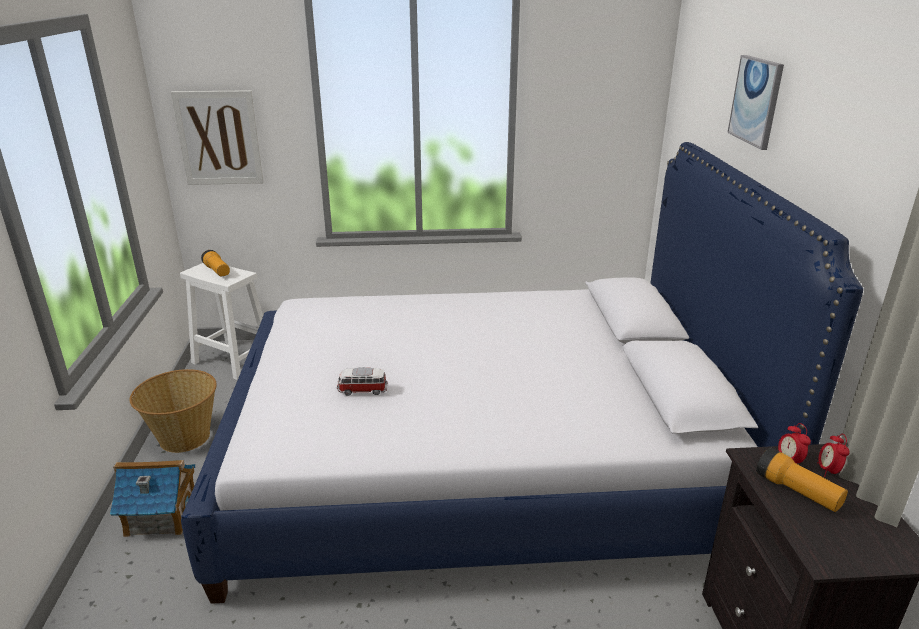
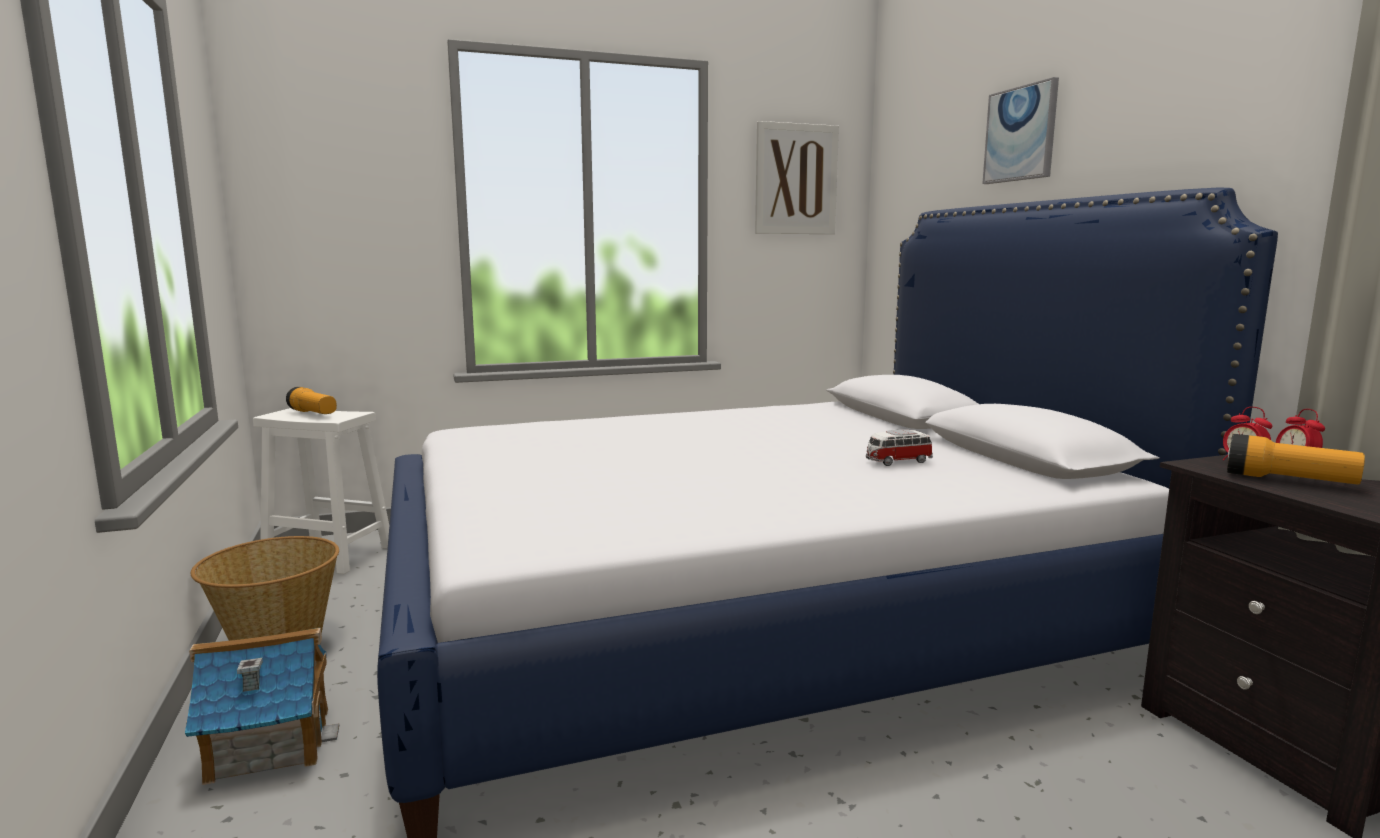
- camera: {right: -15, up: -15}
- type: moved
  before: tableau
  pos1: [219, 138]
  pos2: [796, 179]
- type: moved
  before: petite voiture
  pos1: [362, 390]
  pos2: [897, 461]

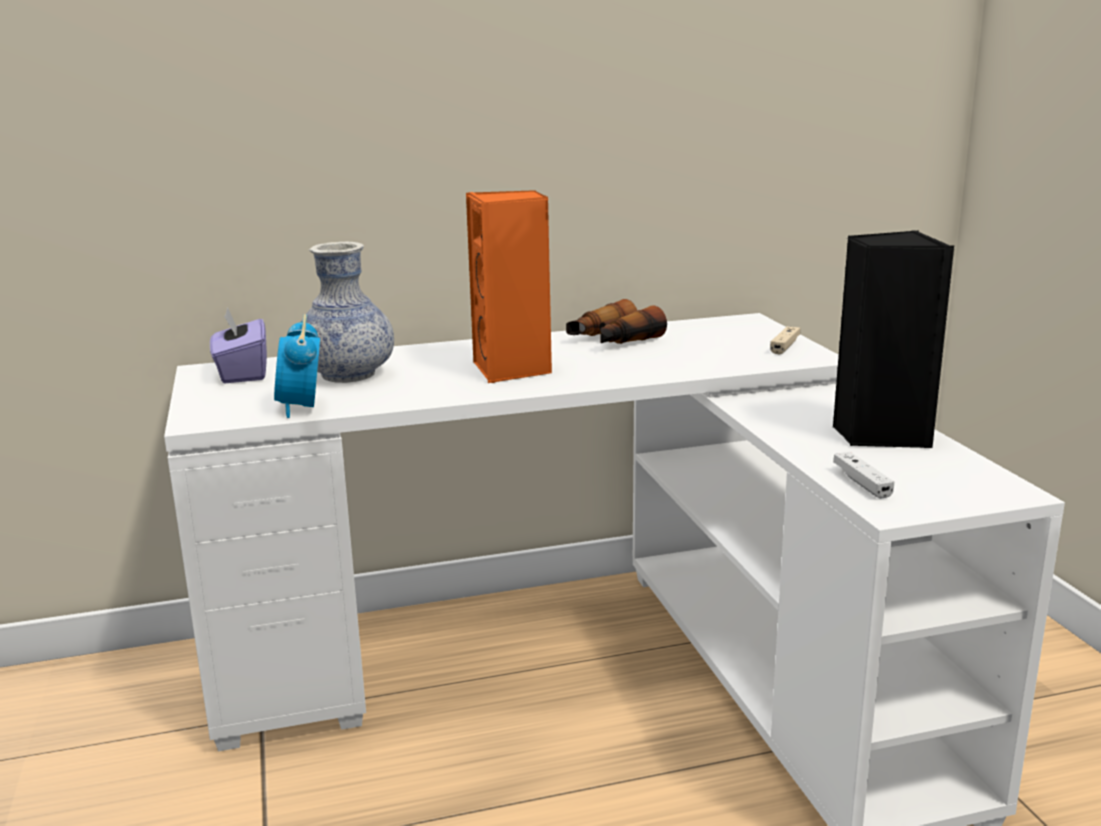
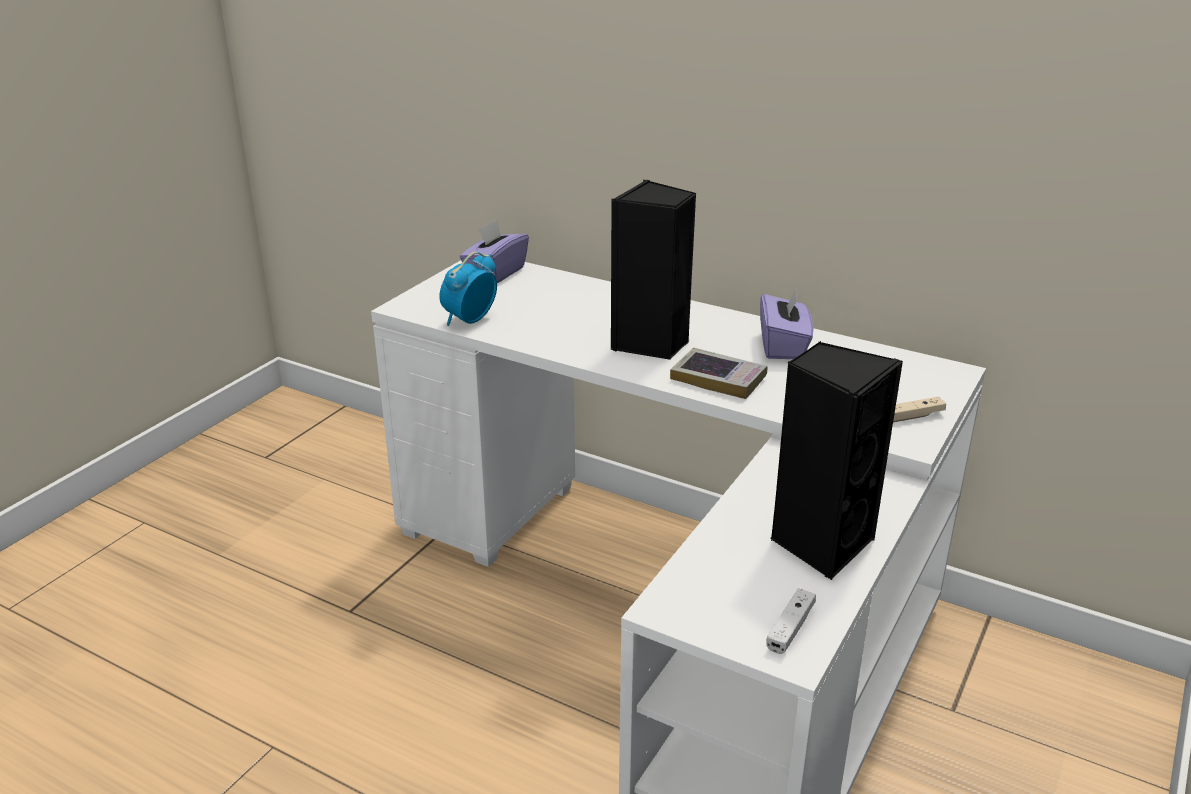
- camera: {right: 45, up: 10}
- type: recoloured
  before: enceinte (orange)
  after: enceinte (noir)
  pos1: [512, 370]
  pos2: [651, 344]
- type: removed
  before: vase
  pos1: [348, 375]
- type: replaced
  before: jumelles
  after: boîte à mouchoirs (violet)
  pos1: [612, 341]
  pos2: [783, 346]
- type: moved
  before: manette (blanc)
  pos1: [861, 483]
  pos2: [790, 628]
- type: added
  after: livre
  pos2: [718, 379]

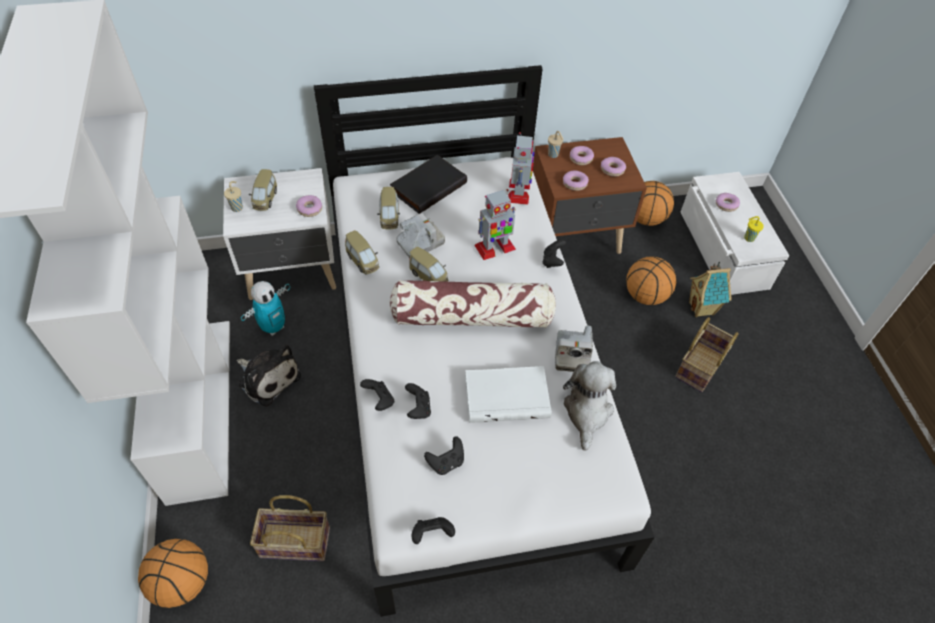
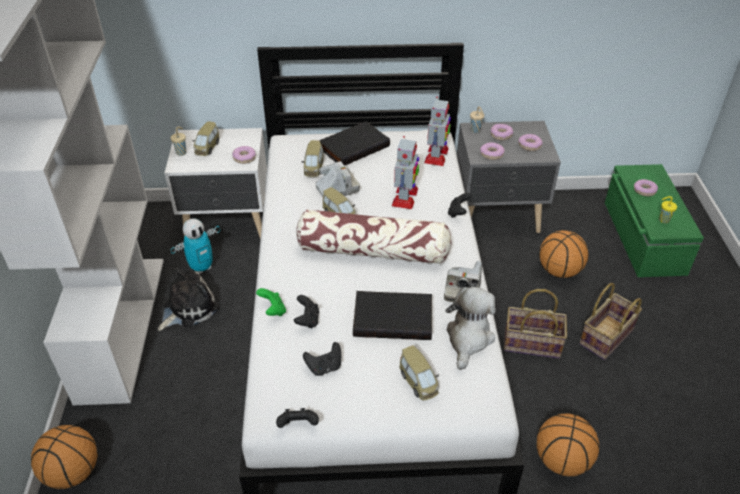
- camera: {right: 10, up: -10}
- type: recoloured
  before: table de chevet (marron)
  after: table de chevet (gris)
  pos1: [576, 238]
  pos2: [498, 217]
- type: recoloured
  before: boîte de rangement (blanc)
  after: boîte de rangement (vert)
  pos1: [722, 249]
  pos2: [642, 237]
- type: moved
  before: ballon de basket
  pos1: [645, 219]
  pos2: [561, 461]
- type: turned
  before: robot jouet
  pos1: [494, 247]
  pos2: [405, 197]
  turn: -60
- type: moved
  before: petite voiture
  pos1: [363, 261]
  pos2: [418, 382]
- type: removed
  before: maison miniature
  pos1: [702, 308]
- type: turned
  before: peluche
  pos1: [268, 378]
  pos2: [188, 308]
  turn: -90
- type: recoloured
  before: livre (blanc)
  after: livre (noir)
  pos1: [507, 395]
  pos2: [393, 317]
- type: recoloured
  before: manette (noir)
  after: manette (vert)
  pos1: [379, 400]
  pos2: [273, 310]
- type: moved
  before: panier
  pos1: [293, 544]
  pos2: [530, 344]

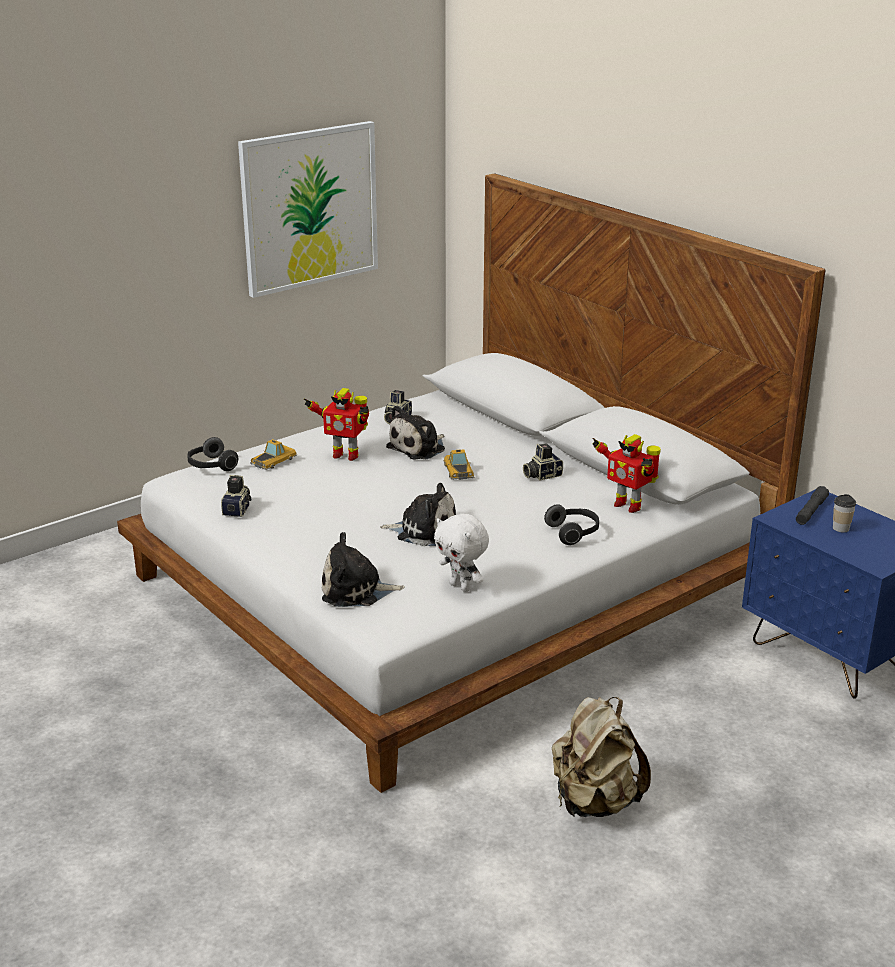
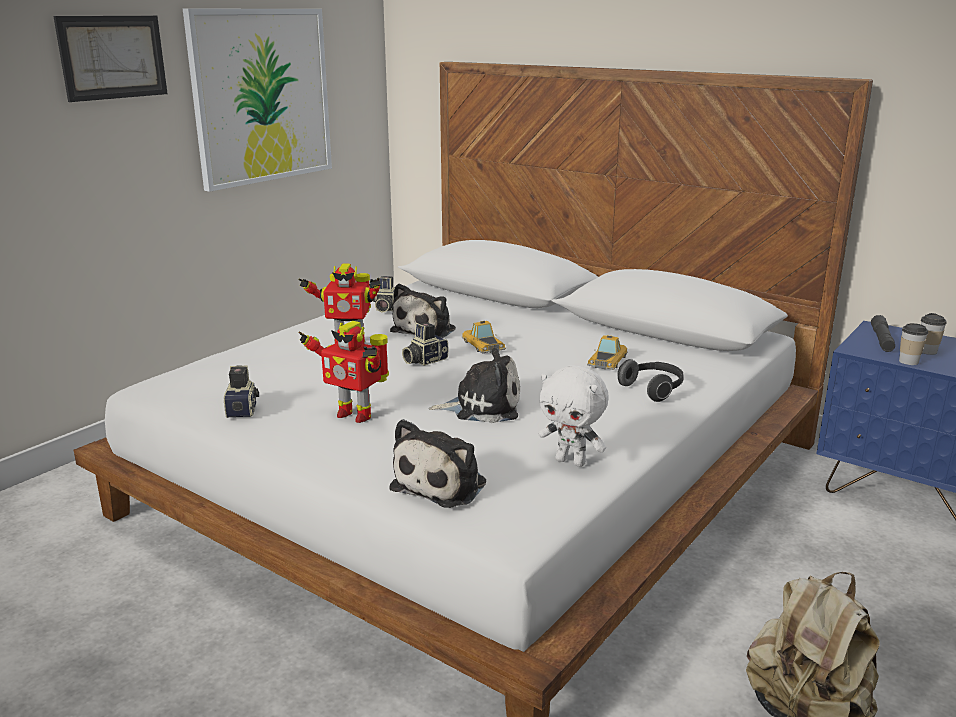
- camera: {right: -15, up: -5}
- type: moved
  before: robot jouet
  pos1: [628, 505]
  pos2: [354, 414]
- type: removed
  before: casque audio
  pos1: [211, 466]
- type: moved
  before: petite voiture
  pos1: [274, 460]
  pos2: [608, 360]
- type: moved
  before: appareil photo
  pos1: [541, 475]
  pos2: [424, 360]
- type: turned
  before: peluche
  pos1: [356, 591]
  pos2: [443, 484]
  turn: -45
- type: added
  after: tableau
  pos2: [112, 57]
- type: added
  after: tasse
  pos2: [908, 361]

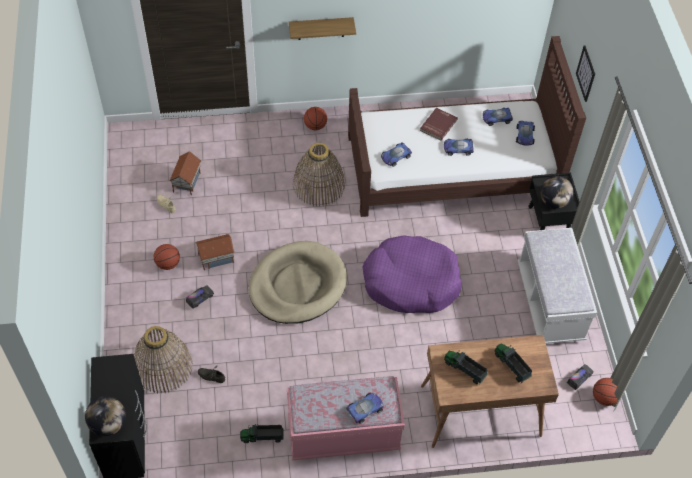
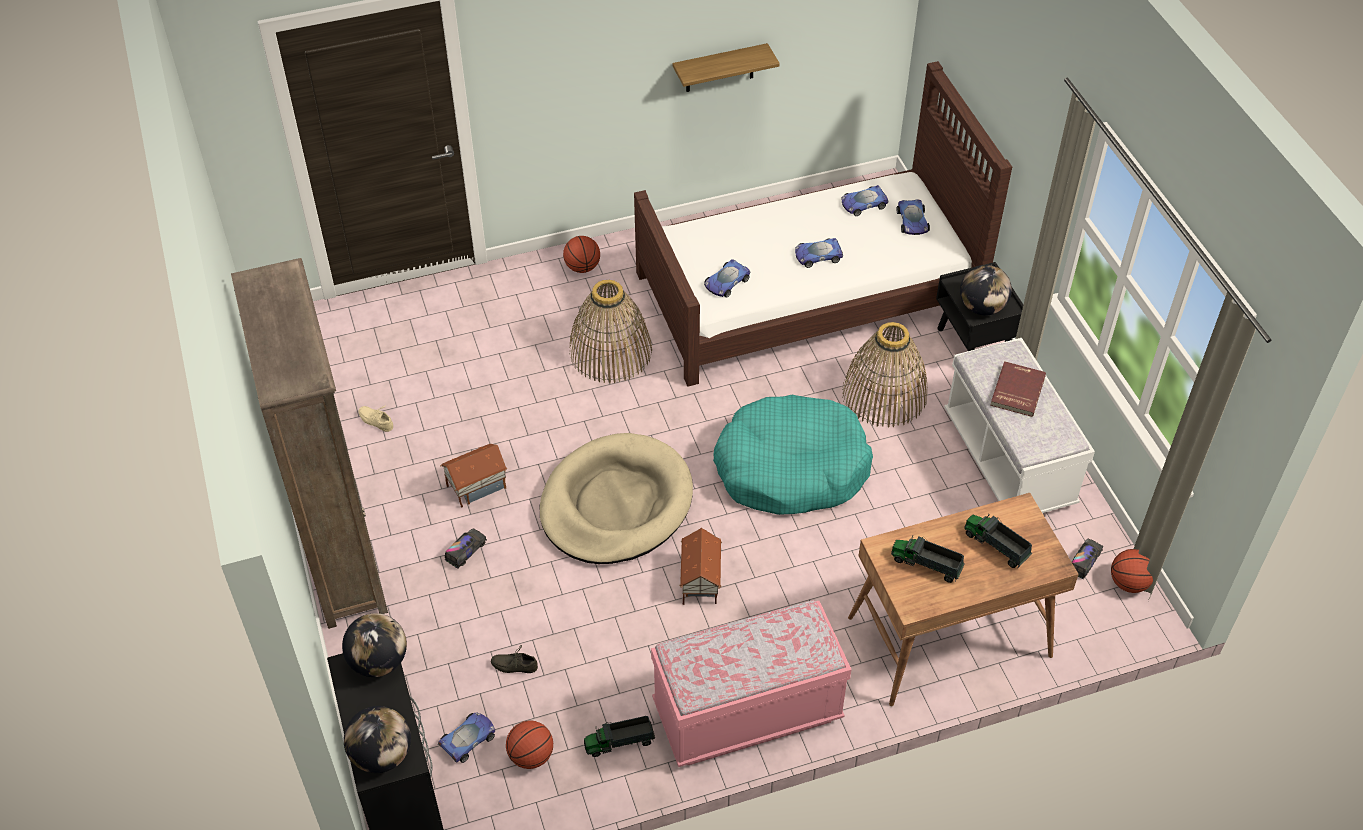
- camera: {right: -10, up: -5}
- type: moved
  before: étagère
  pos1: [321, 28]
  pos2: [720, 68]
- type: removed
  before: tableau
  pos1: [586, 73]
- type: moved
  before: livre (rouge)
  pos1: [438, 125]
  pos2: [1016, 390]
- type: moved
  before: maison miniature
  pos1: [186, 182]
  pos2: [699, 582]
- type: recoloured
  before: panier pour chien (violet)
  after: panier pour chien (turquoise)
  pos1: [411, 282]
  pos2: [791, 468]
- type: moved
  before: ballon de basket
  pos1: [168, 264]
  pos2: [531, 756]
- type: moved
  before: panier
  pos1: [163, 367]
  pos2: [884, 395]
- type: moved
  before: petite voiture
  pos1: [365, 409]
  pos2: [468, 739]
- type: added
  after: bibliothèque (marron)
  pos2: [343, 558]
- type: added
  after: globe
  pos2: [379, 661]

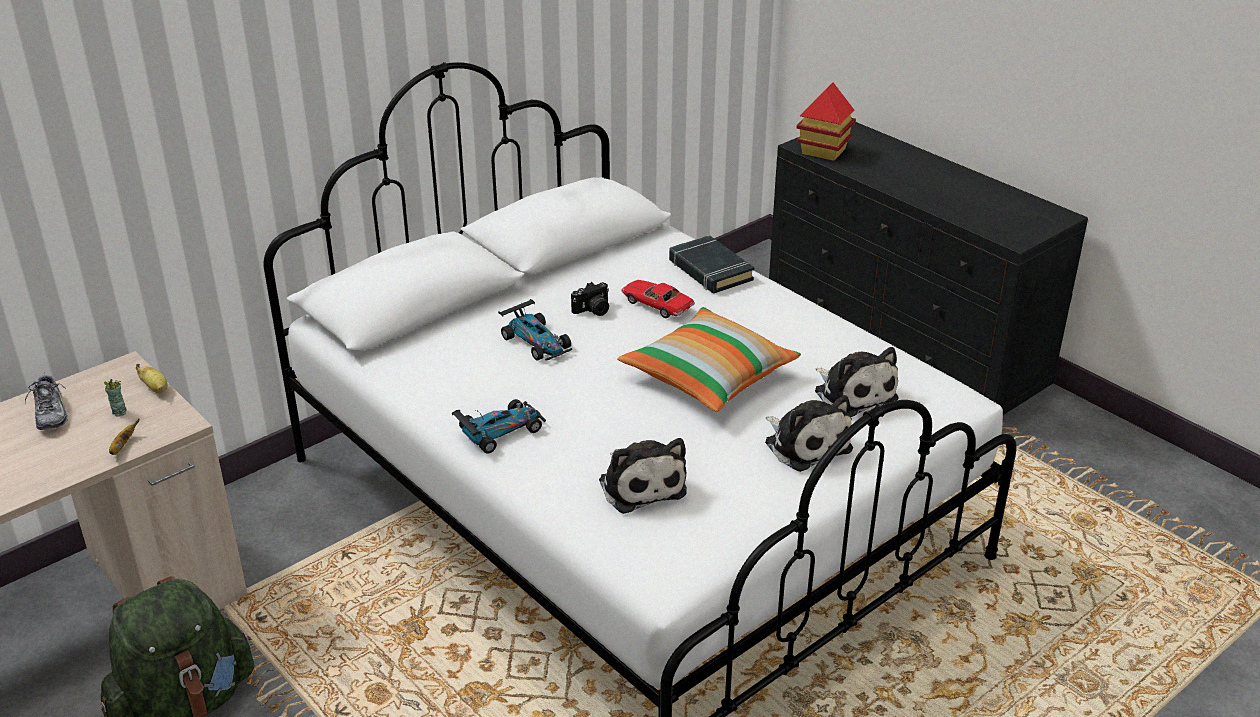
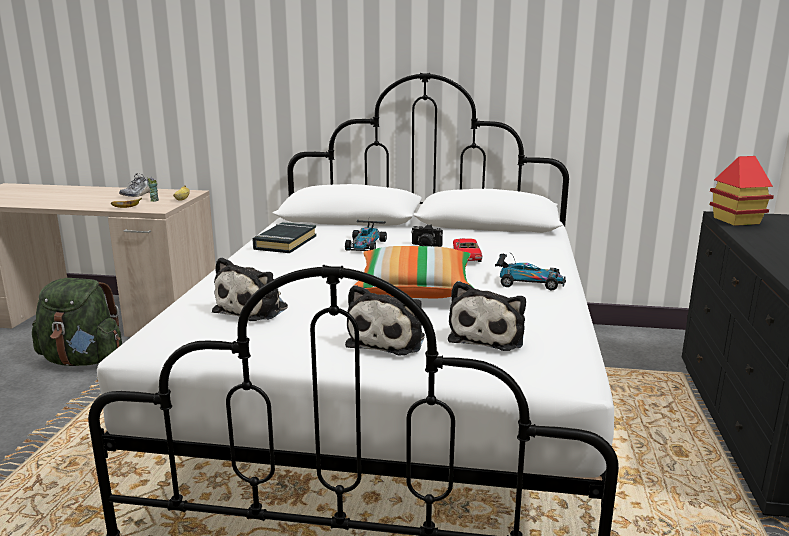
- camera: {right: 50, up: -15}
- type: moved
  before: livre (noir)
  pos1: [710, 270]
  pos2: [285, 242]
- type: moved
  before: petite voiture
  pos1: [500, 431]
  pos2: [529, 282]

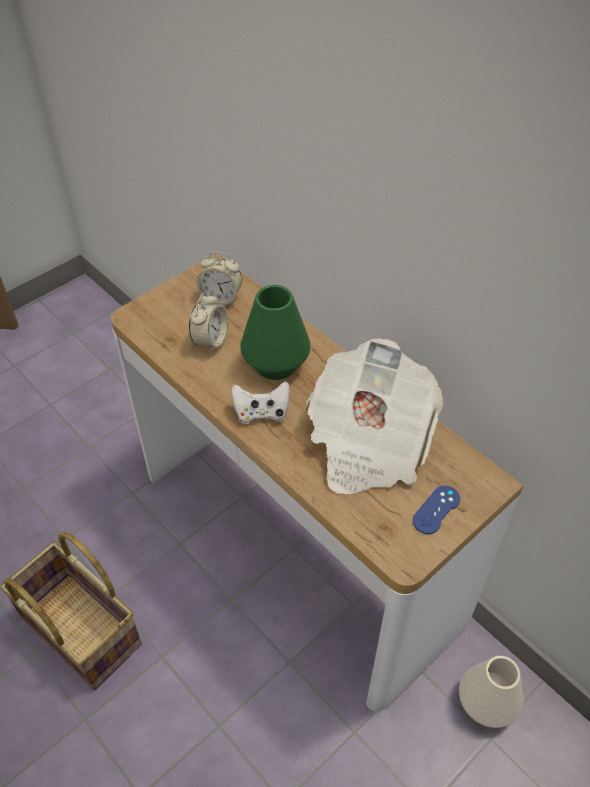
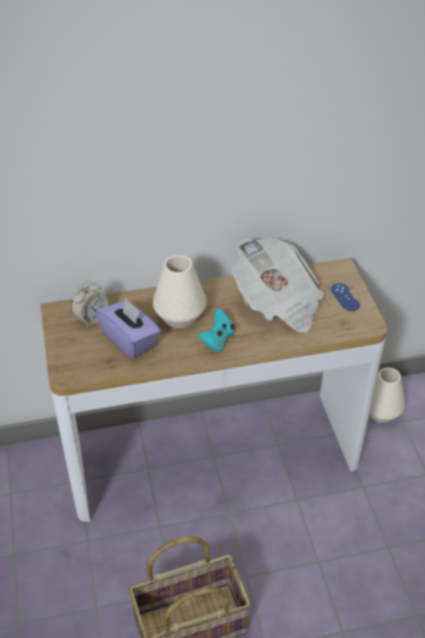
- camera: {right: -60, up: -5}
- type: recoloured
  before: vase (vert)
  after: vase (blanc)
  pos1: [275, 364]
  pos2: [180, 317]
- type: replaced
  before: réveil
  after: boîte à mouchoirs (violet)
  pos1: [210, 341]
  pos2: [130, 340]
- type: recoloured
  before: manette (blanc)
  after: manette (turquoise)
  pos1: [261, 413]
  pos2: [217, 340]

